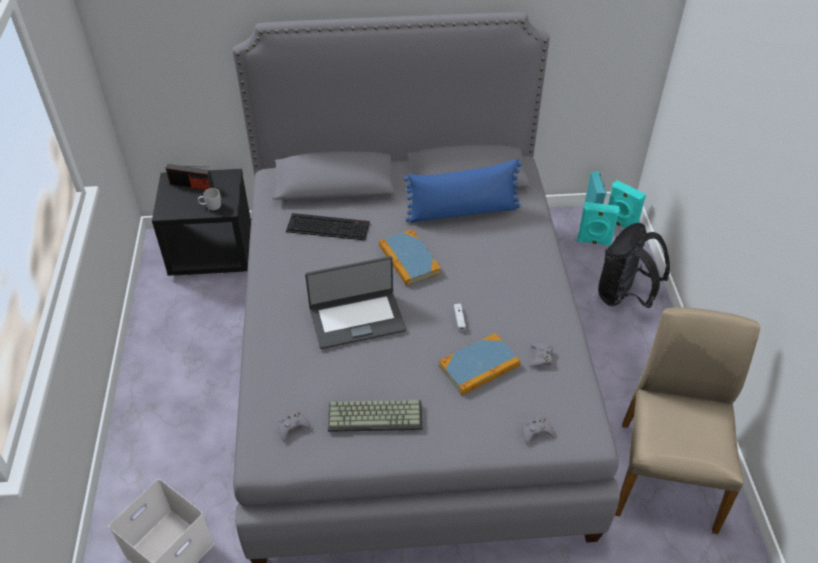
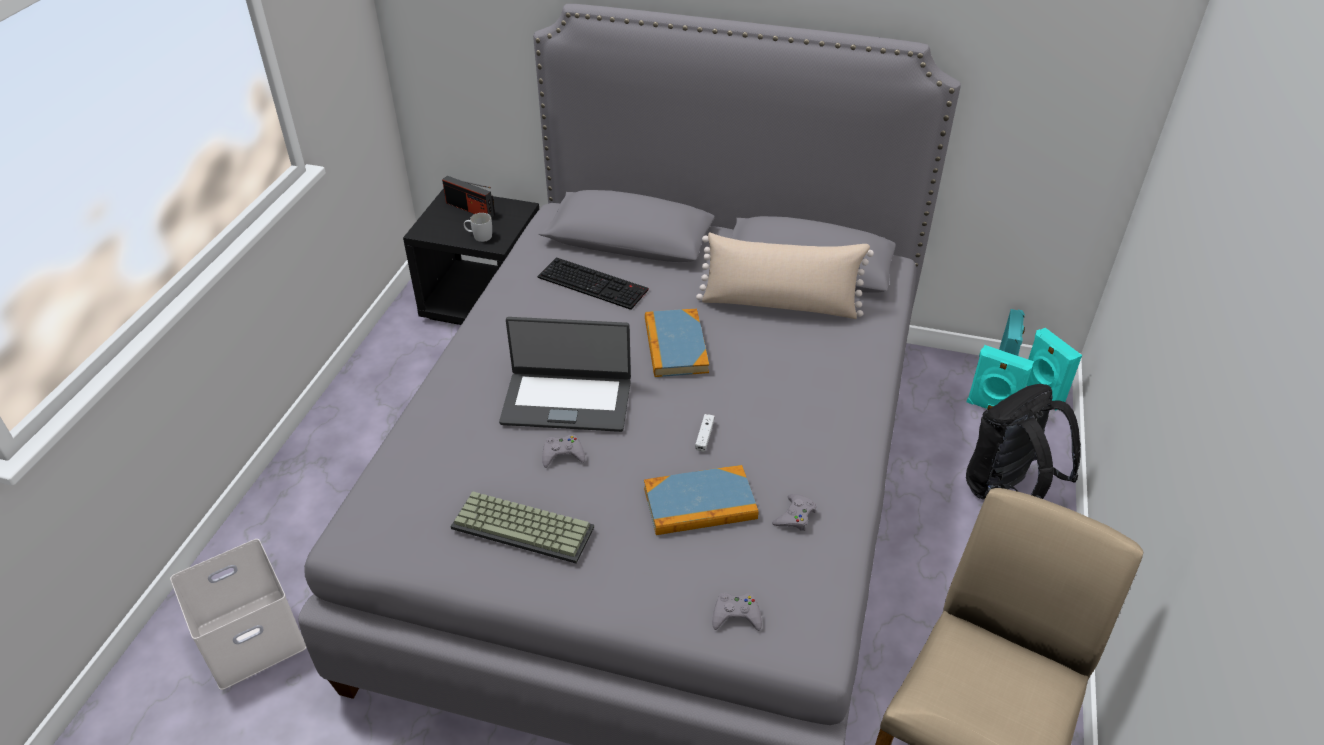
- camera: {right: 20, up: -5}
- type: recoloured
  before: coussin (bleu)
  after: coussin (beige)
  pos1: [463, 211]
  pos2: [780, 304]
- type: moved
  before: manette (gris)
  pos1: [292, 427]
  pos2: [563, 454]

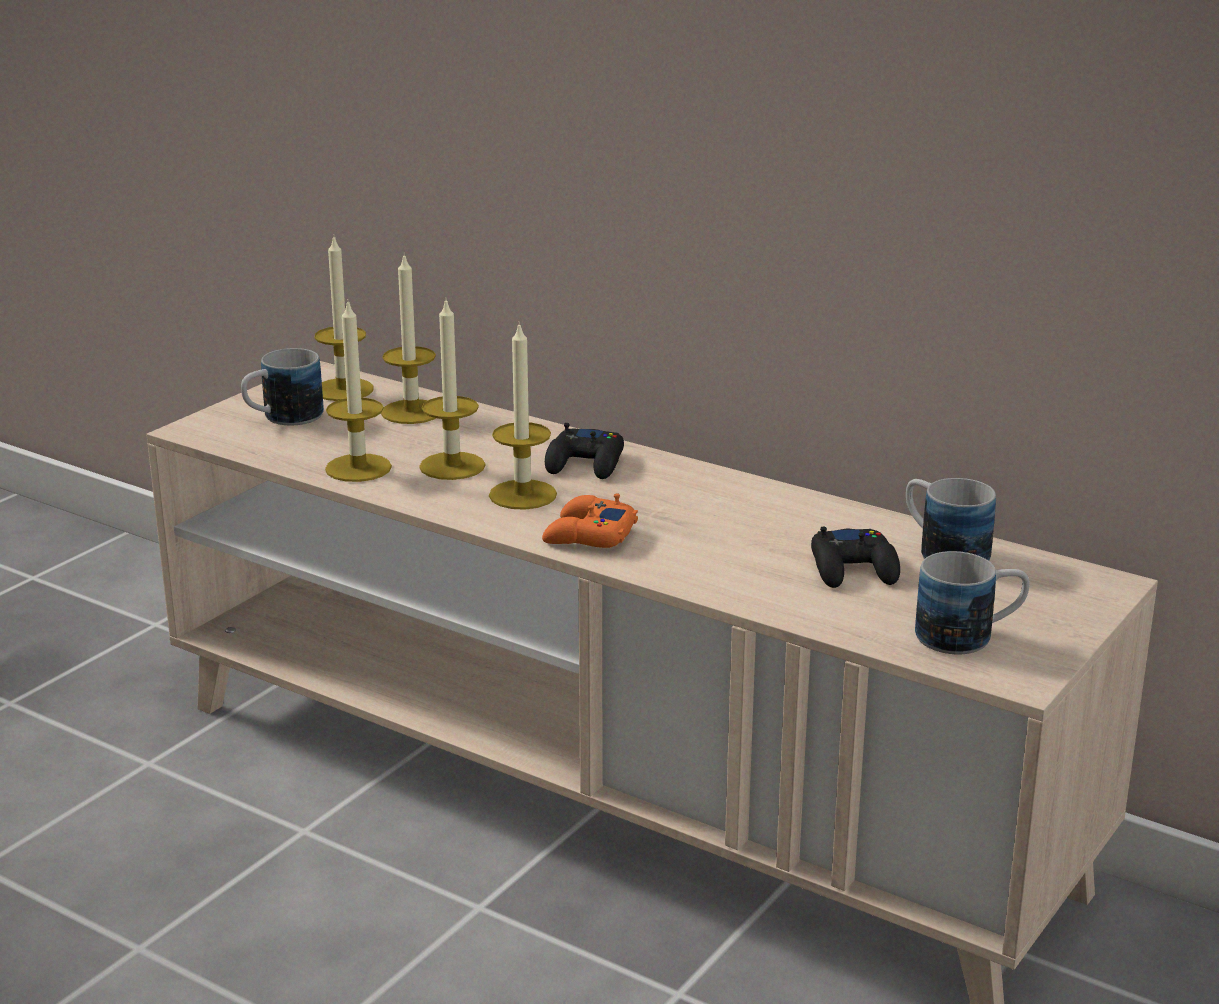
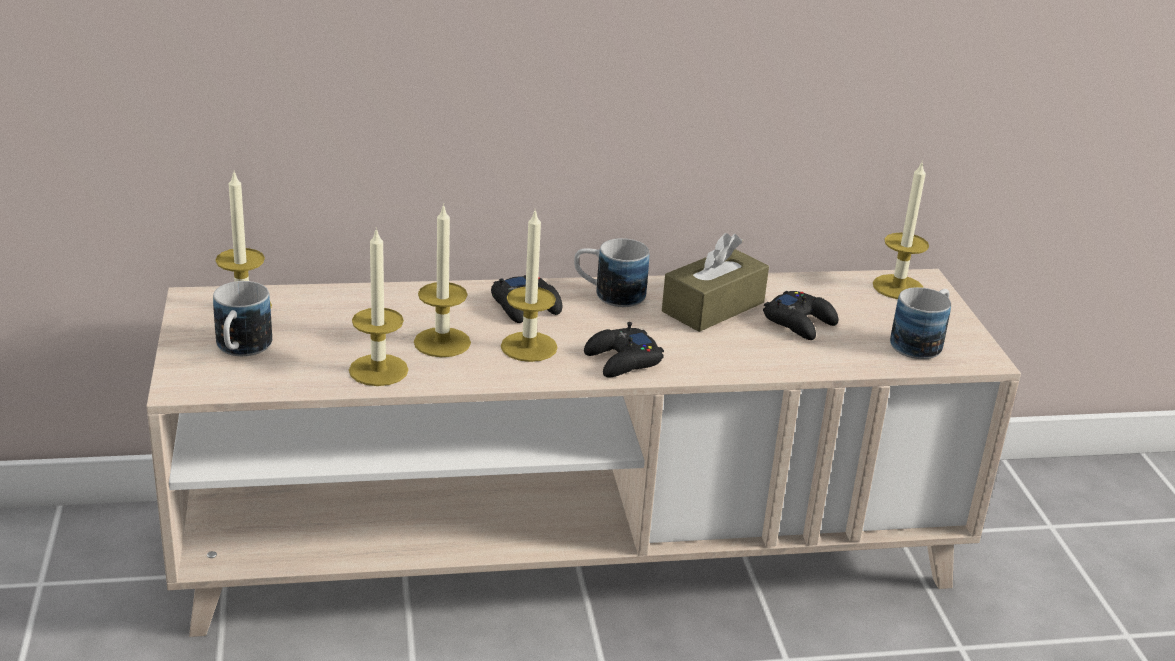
- camera: {right: -45, up: 5}
- type: moved
  before: bougie
  pos1: [411, 412]
  pos2: [898, 287]
- type: moved
  before: mug
  pos1: [942, 551]
  pos2: [609, 294]
- type: recoloured
  before: manette (orange)
  after: manette (noir)
  pos1: [589, 535]
  pos2: [622, 361]
- type: added
  after: boîte à mouchoirs (marron)
  pos2: [713, 307]

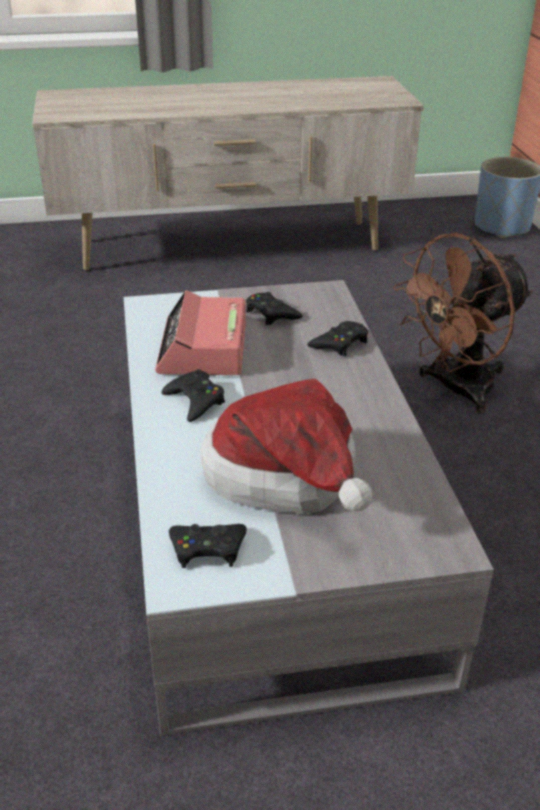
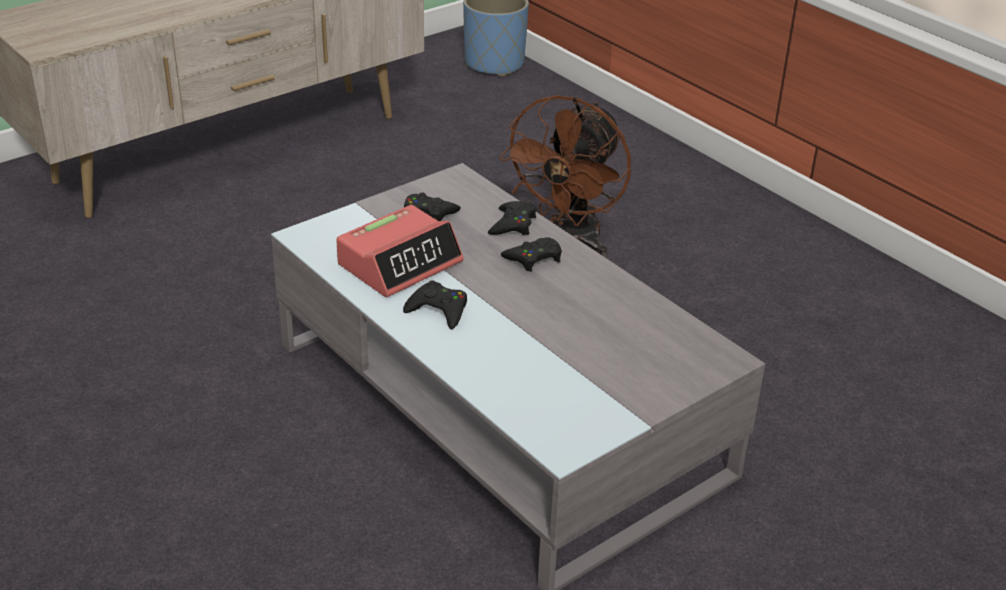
- camera: {right: -30, up: 0}
- type: turned
  before: réveil
  pos1: [203, 349]
  pos2: [400, 263]
  turn: -105
- type: removed
  before: chapeau
  pos1: [288, 481]
- type: moved
  before: manette (noir)
  pos1: [207, 548]
  pos2: [534, 258]

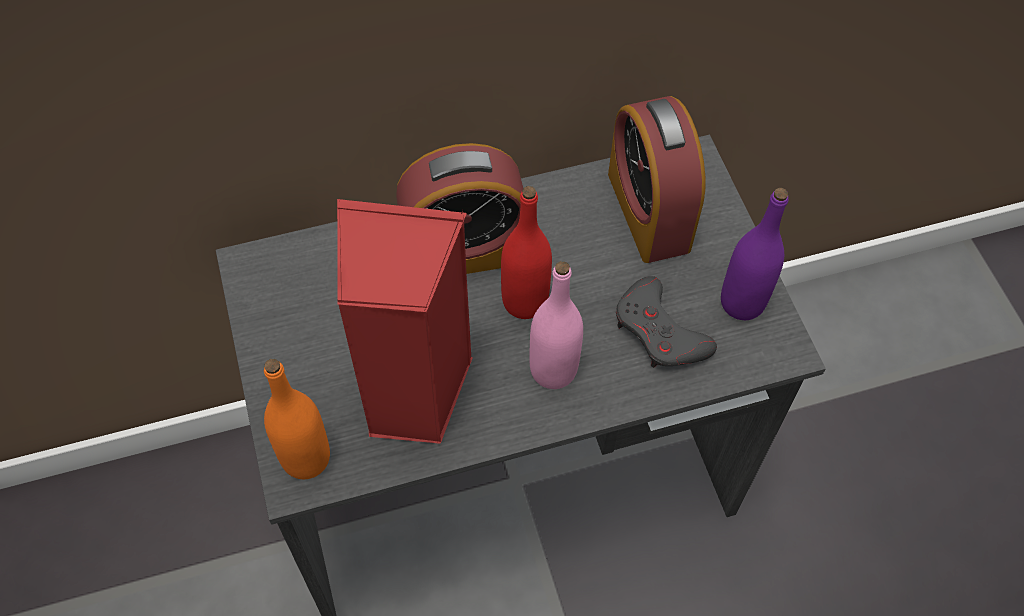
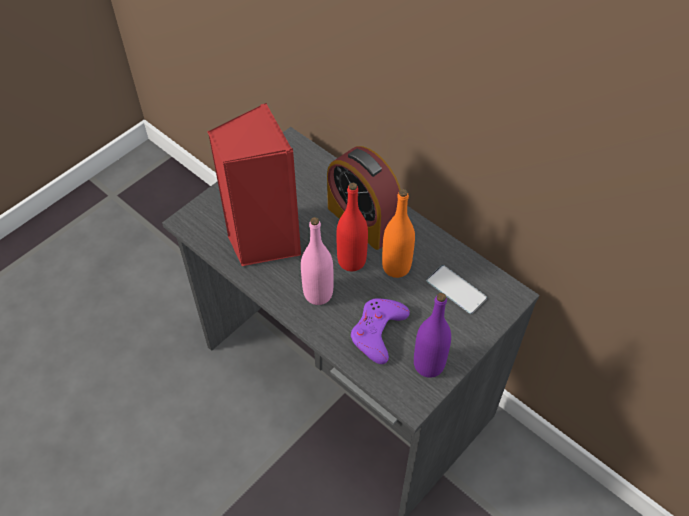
- camera: {right: 60, up: -5}
- type: replaced
  before: réveil
  after: téléphone
  pos1: [648, 211]
  pos2: [456, 289]
- type: recoloured
  before: manette (gris)
  after: manette (violet)
  pos1: [660, 332]
  pos2: [378, 332]
- type: moved
  before: bouteille (orange)
  pos1: [306, 458]
  pos2: [396, 267]

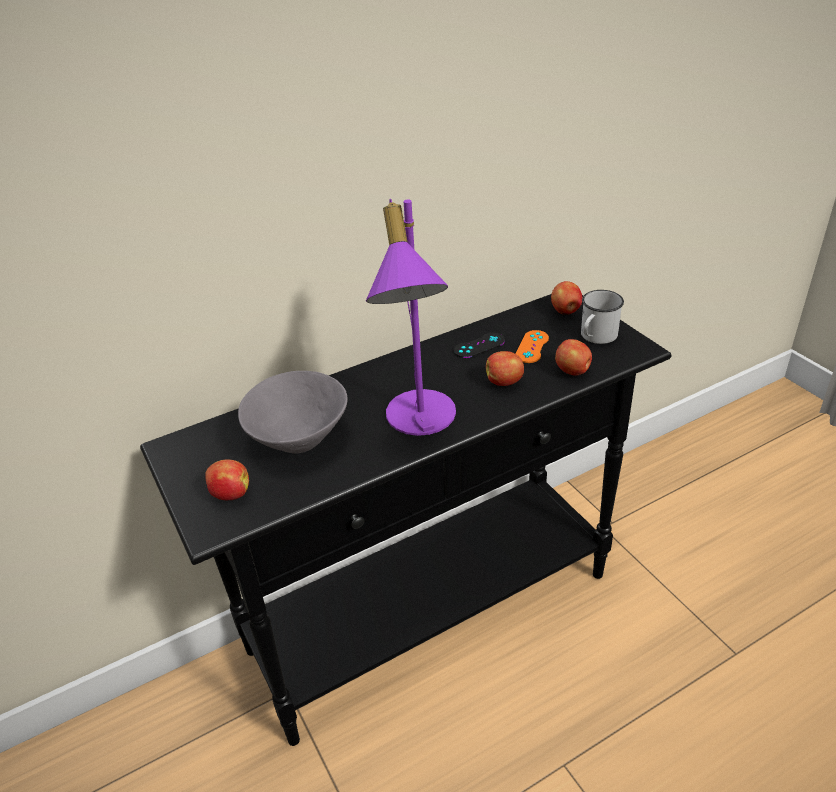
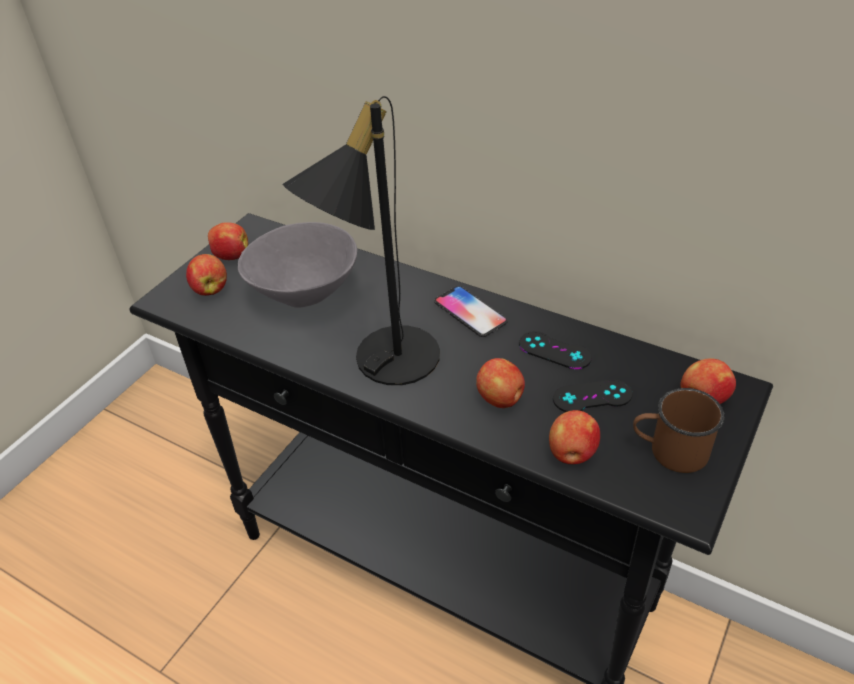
- camera: {right: 60, up: 5}
- type: recoloured
  before: lampe de table (violet)
  after: lampe de table (noir)
  pos1: [419, 422]
  pos2: [381, 360]
- type: recoloured
  before: mug (blanc)
  after: mug (marron)
  pos1: [596, 337]
  pos2: [669, 450]
- type: recoloured
  before: manette (orange)
  after: manette (noir)
  pos1: [532, 347]
  pos2: [592, 396]
- type: added
  after: pomme
  pos2: [231, 256]
- type: added
  after: téléphone
  pos2: [470, 312]

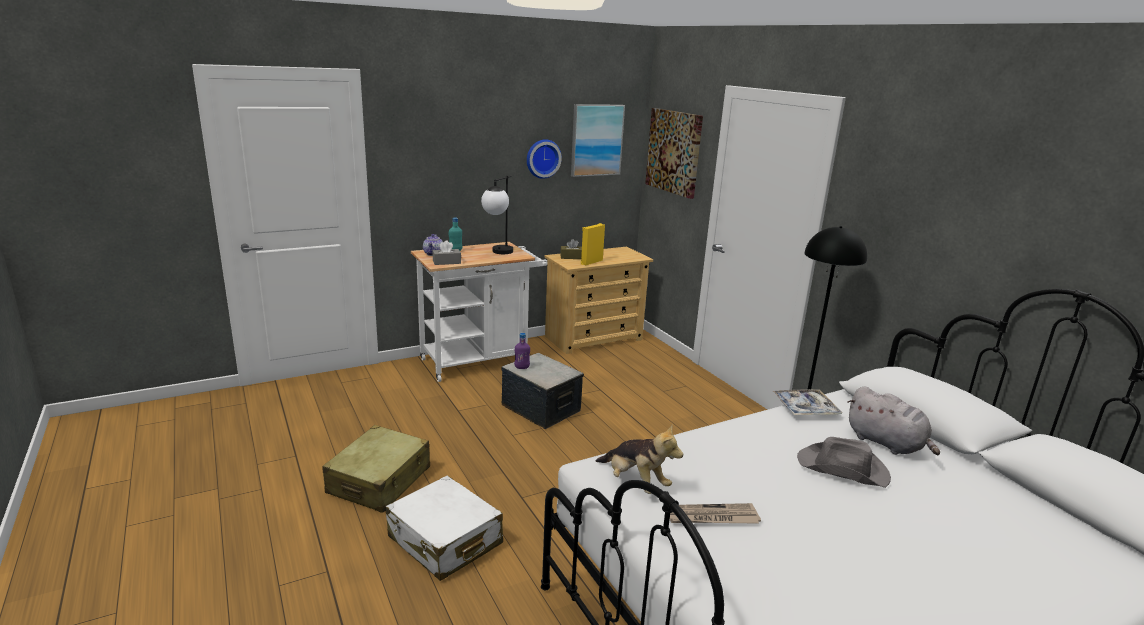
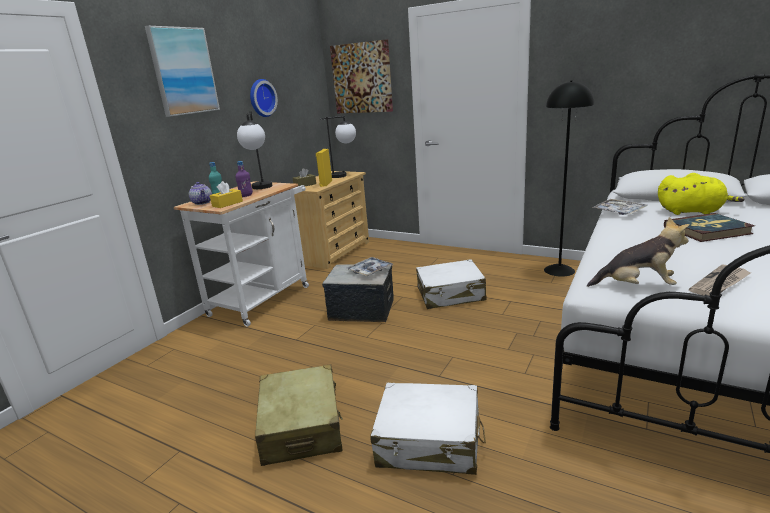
- camera: {right: -30, up: 0}
- type: moved
  before: tableau
  pos1: [596, 140]
  pos2: [183, 71]
- type: recoloured
  before: boîte à mouchoirs (gris)
  after: boîte à mouchoirs (jaune)
  pos1: [446, 262]
  pos2: [227, 204]
- type: moved
  before: bouteille (violet)
  pos1: [522, 367]
  pos2: [246, 196]
- type: recoloured
  before: peluche (gris)
  after: peluche (jaune)
  pos1: [887, 443]
  pos2: [692, 212]
- type: replaced
  before: chapeau (gris)
  after: livre
  pos1: [843, 469]
  pos2: [707, 230]
- type: added
  after: lampe de table
  pos2: [345, 175]
- type: added
  after: plateau
  pos2: [370, 270]
- type: added
  after: valise (blanc)
  pos2: [450, 294]

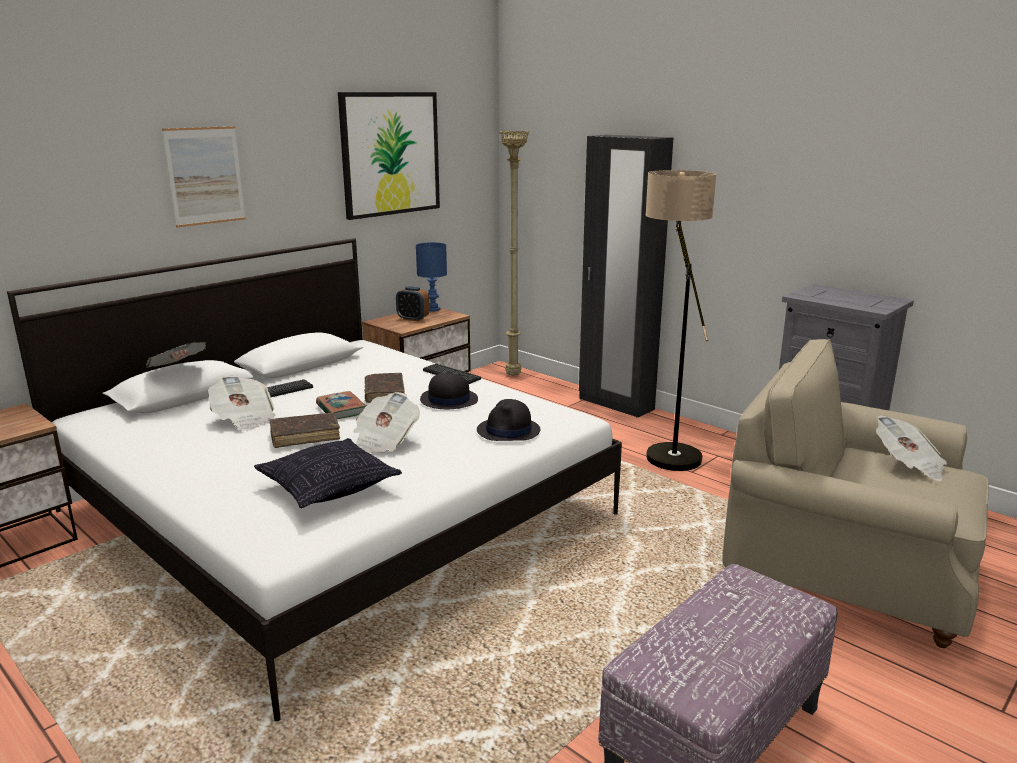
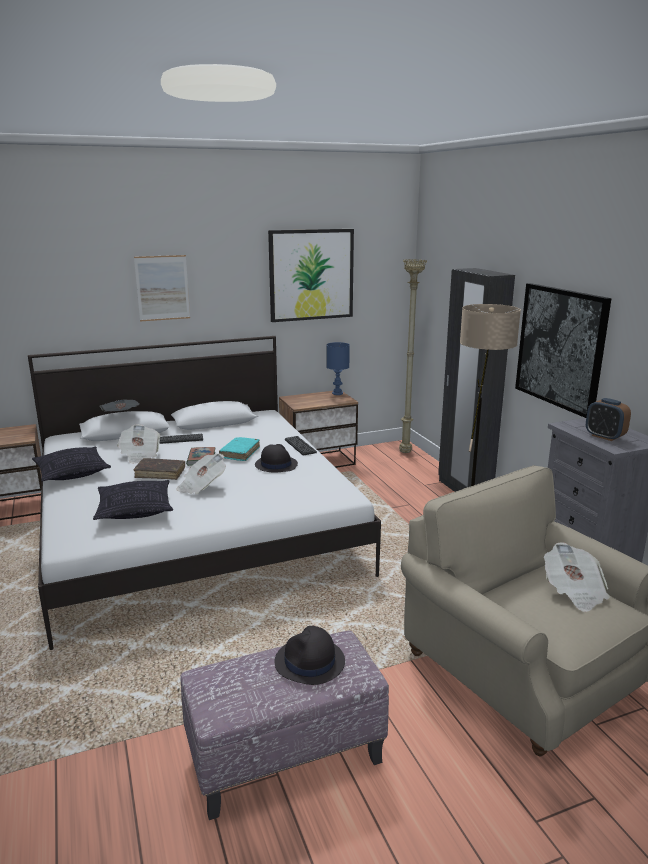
- camera: {right: 25, up: 0}
- type: moved
  before: réveil
  pos1: [413, 319]
  pos2: [604, 436]
- type: recoloured
  before: livre (marron)
  after: livre (turquoise)
  pos1: [384, 394]
  pos2: [240, 453]
- type: moved
  before: chapeau (noir)
  pos1: [508, 431]
  pos2: [309, 662]
- type: added
  after: tableau
  pos2: [560, 347]
- type: added
  after: coussin
  pos2: [72, 473]

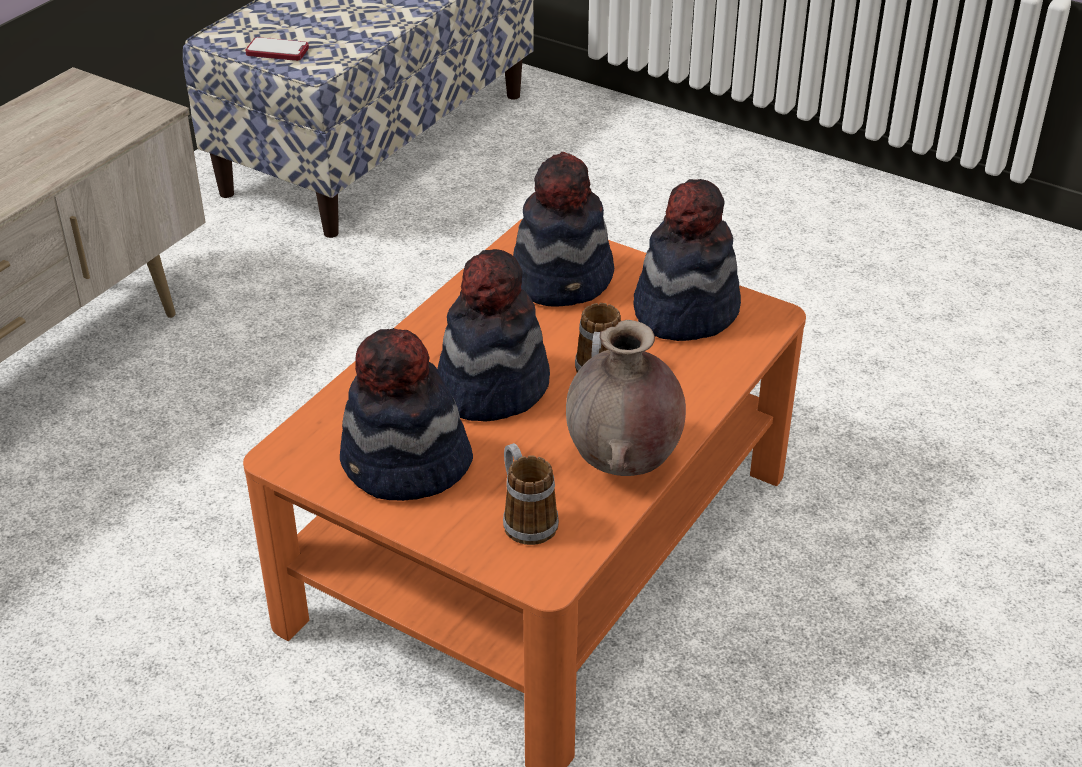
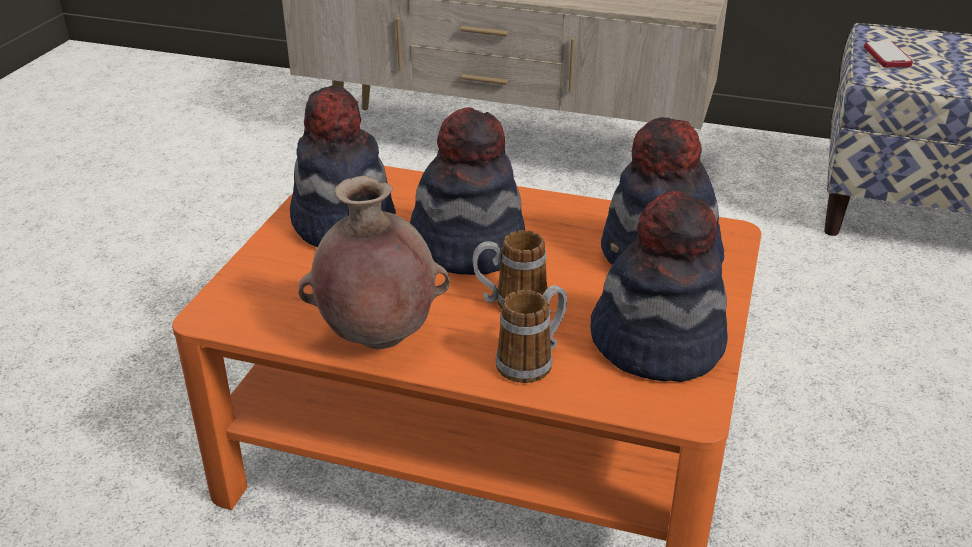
- camera: {right: 75, up: -5}
- type: moved
  before: mug
  pos1: [525, 519]
  pos2: [532, 361]

